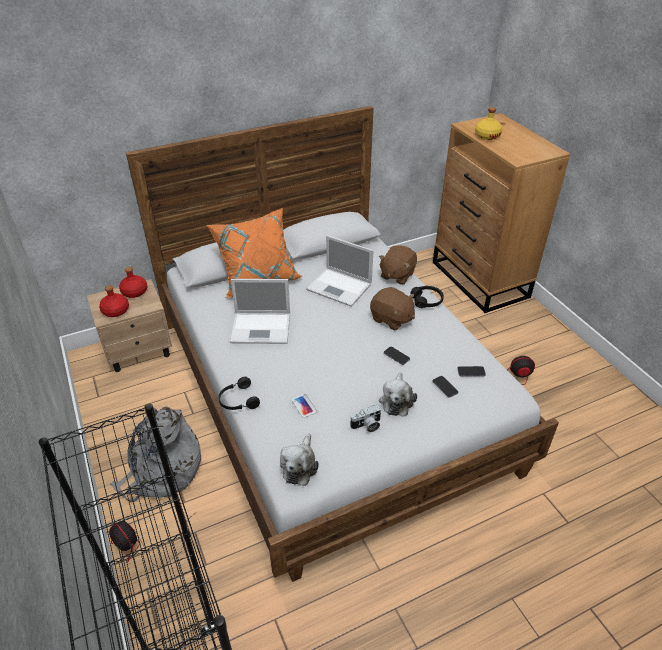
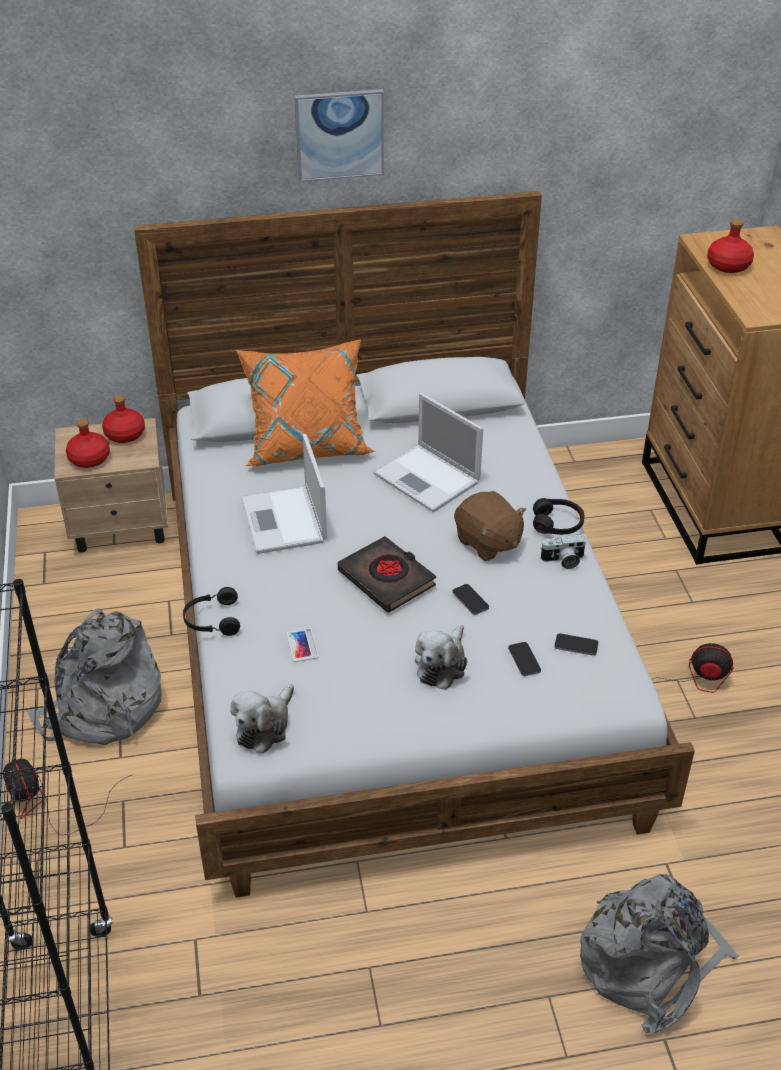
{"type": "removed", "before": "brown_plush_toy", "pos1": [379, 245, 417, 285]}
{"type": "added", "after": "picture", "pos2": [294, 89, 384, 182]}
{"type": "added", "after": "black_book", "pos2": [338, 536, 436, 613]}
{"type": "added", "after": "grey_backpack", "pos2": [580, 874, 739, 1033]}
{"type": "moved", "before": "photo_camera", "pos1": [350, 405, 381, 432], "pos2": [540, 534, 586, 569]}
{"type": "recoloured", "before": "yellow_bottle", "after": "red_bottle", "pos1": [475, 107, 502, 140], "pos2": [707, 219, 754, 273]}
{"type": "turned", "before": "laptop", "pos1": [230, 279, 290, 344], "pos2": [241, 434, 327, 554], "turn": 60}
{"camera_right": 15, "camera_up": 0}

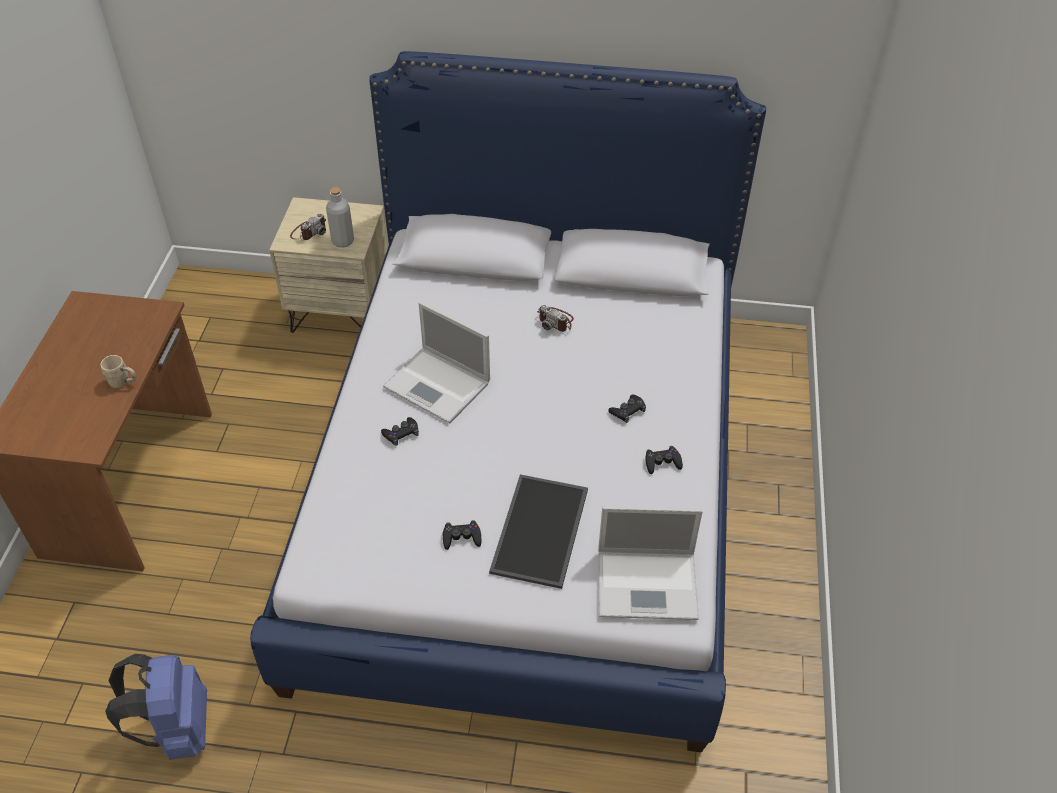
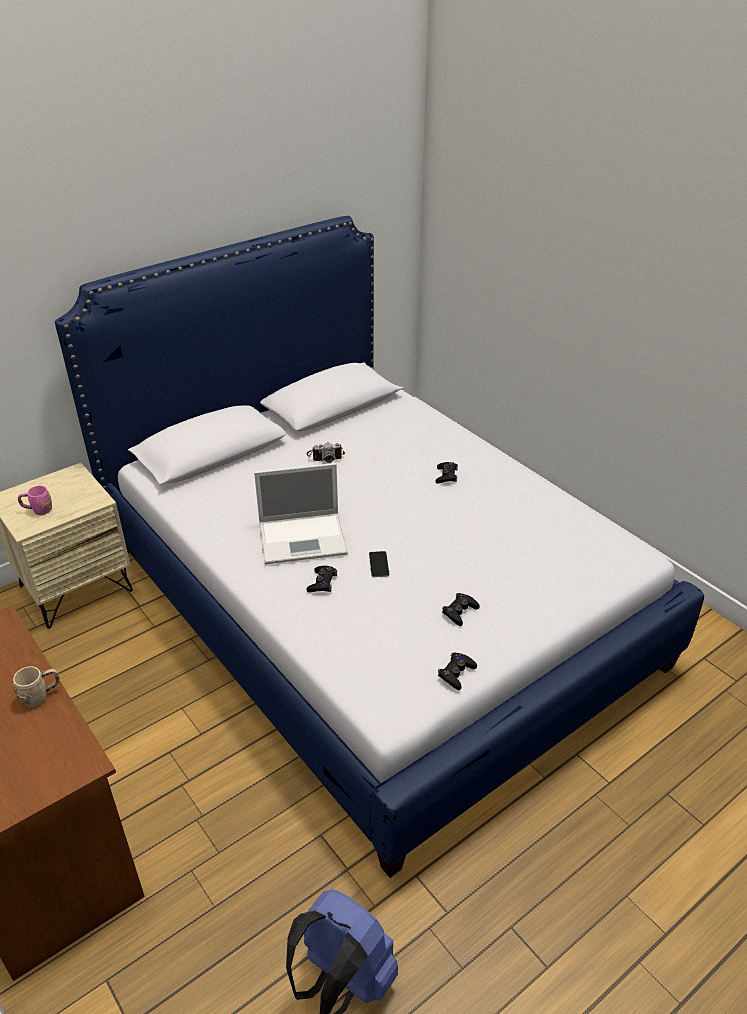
{"type": "removed", "before": "grey_bottle", "pos1": [326, 187, 354, 248]}
{"type": "removed", "before": "tray", "pos1": [489, 474, 588, 589]}
{"type": "removed", "before": "laptop", "pos1": [598, 506, 703, 620]}
{"type": "added", "after": "phone", "pos2": [369, 551, 389, 577]}
{"type": "moved", "before": "black_game_controller", "pos1": [645, 446, 683, 474], "pos2": [438, 652, 477, 690]}
{"type": "replaced", "before": "photo_camera", "after": "pink_mug", "pos1": [290, 213, 326, 240], "pos2": [18, 486, 52, 515]}
{"camera_right": -45, "camera_up": -10}

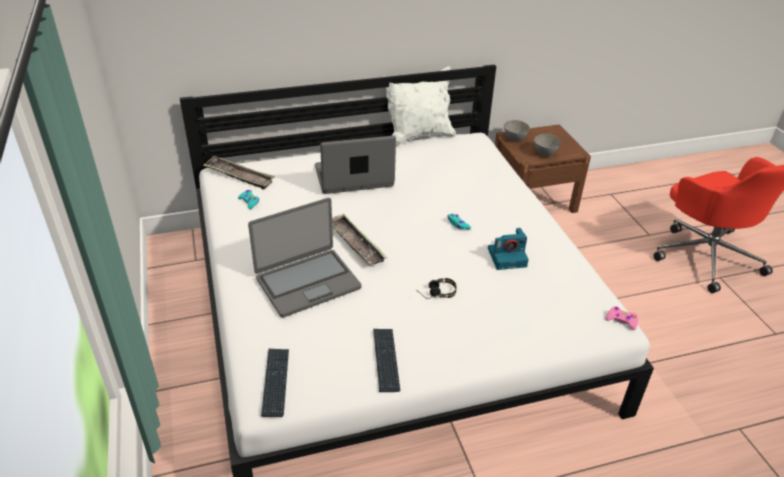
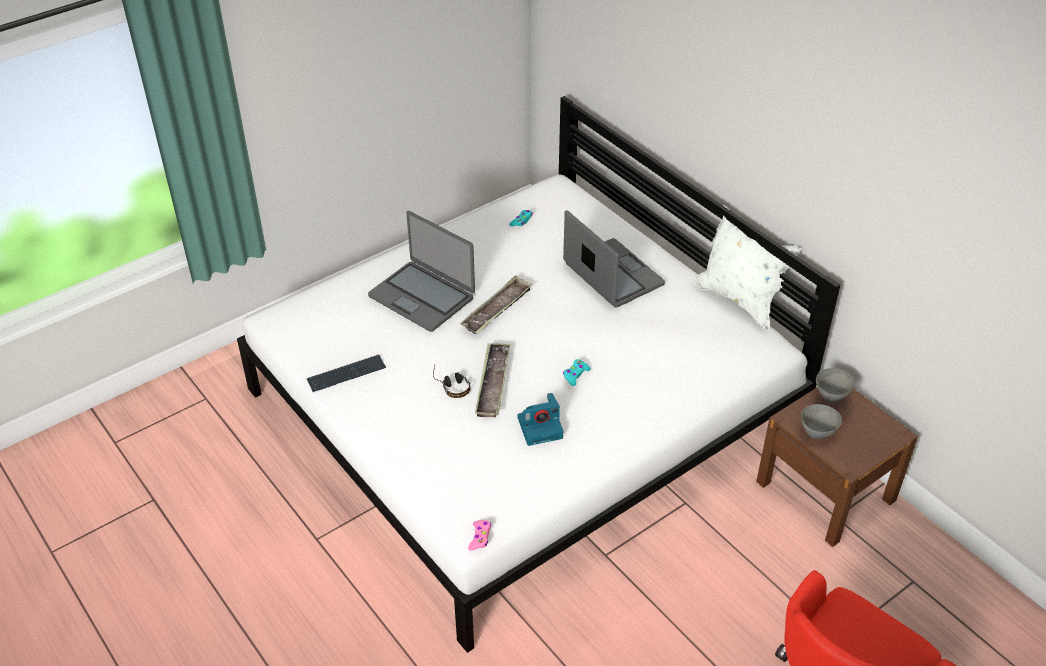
{"type": "removed", "before": "keyboard", "pos1": [261, 349, 289, 417]}
{"type": "moved", "before": "tray", "pos1": [203, 156, 275, 190], "pos2": [475, 343, 510, 417]}
{"type": "turned", "before": "photo_camera", "pos1": [488, 228, 529, 270], "pos2": [517, 393, 563, 446], "turn": -75}
{"camera_right": 70, "camera_up": 5}

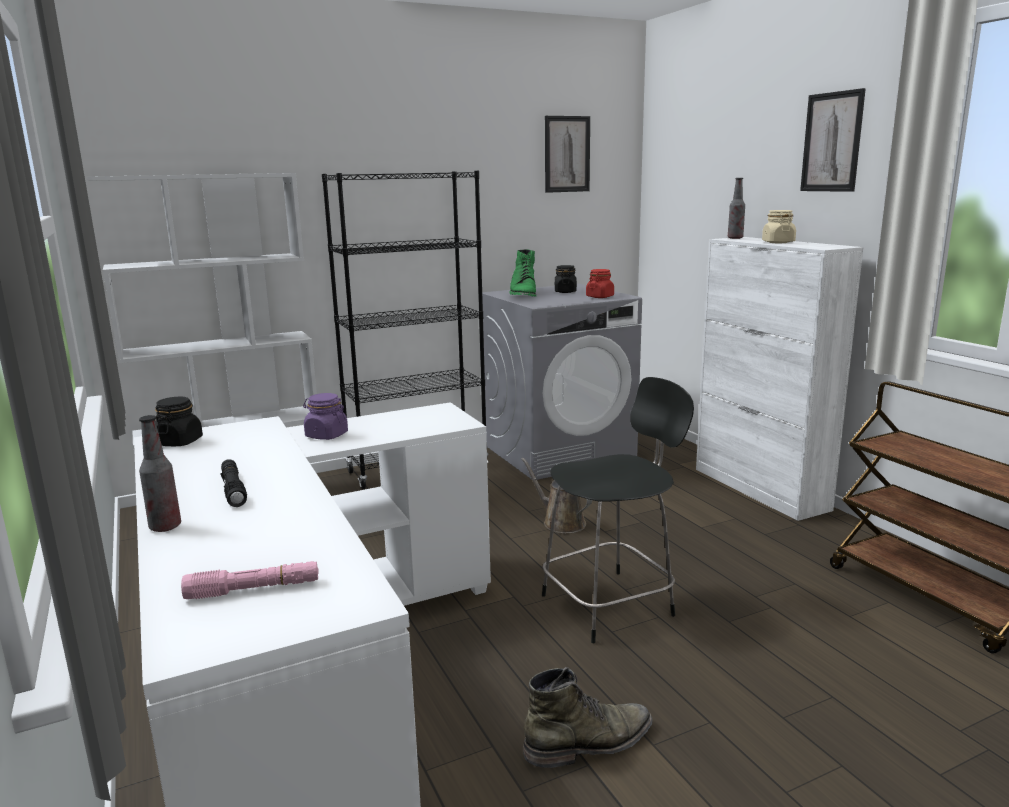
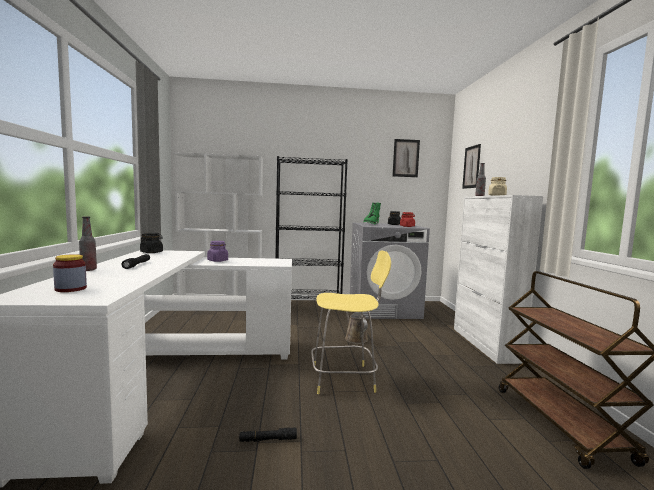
{"type": "moved", "before": "picture", "pos1": [800, 88, 866, 192], "pos2": [462, 144, 481, 189]}
{"type": "replaced", "before": "pink_flashlight", "after": "jar", "pos1": [181, 561, 319, 599], "pos2": [53, 254, 87, 292]}
{"type": "replaced", "before": "green_boot", "after": "black_flashlight", "pos1": [523, 667, 652, 768], "pos2": [239, 427, 297, 442]}
{"type": "recoloured", "before": "black_stool", "after": "yellow_stool", "pos1": [542, 377, 694, 643], "pos2": [311, 251, 391, 394]}
{"camera_right": 20, "camera_up": -10}

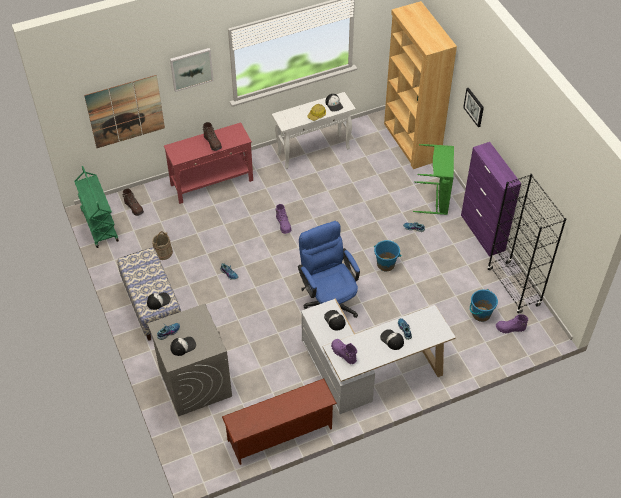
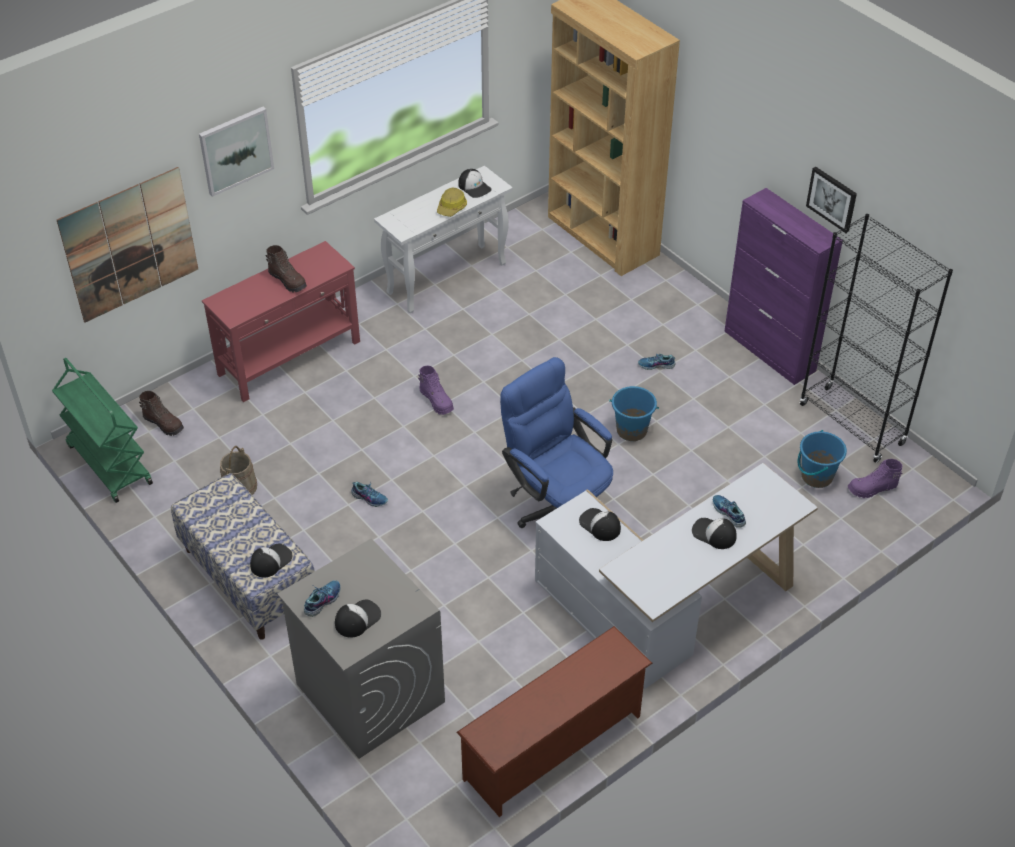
{"type": "removed", "before": "purple_boot", "pos1": [331, 339, 357, 364]}
{"type": "removed", "before": "green_laundry_basket", "pos1": [413, 144, 454, 215]}
{"type": "moved", "before": "picture", "pos1": [463, 88, 484, 127], "pos2": [806, 167, 857, 233]}
{"camera_right": -15, "camera_up": -5}

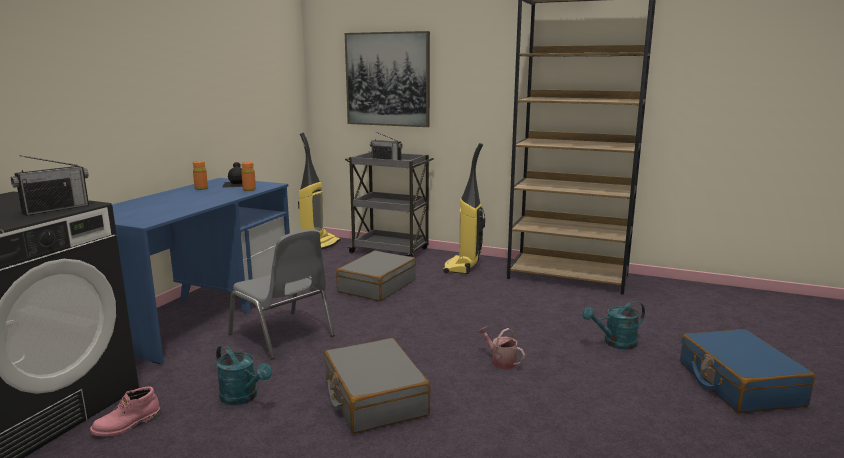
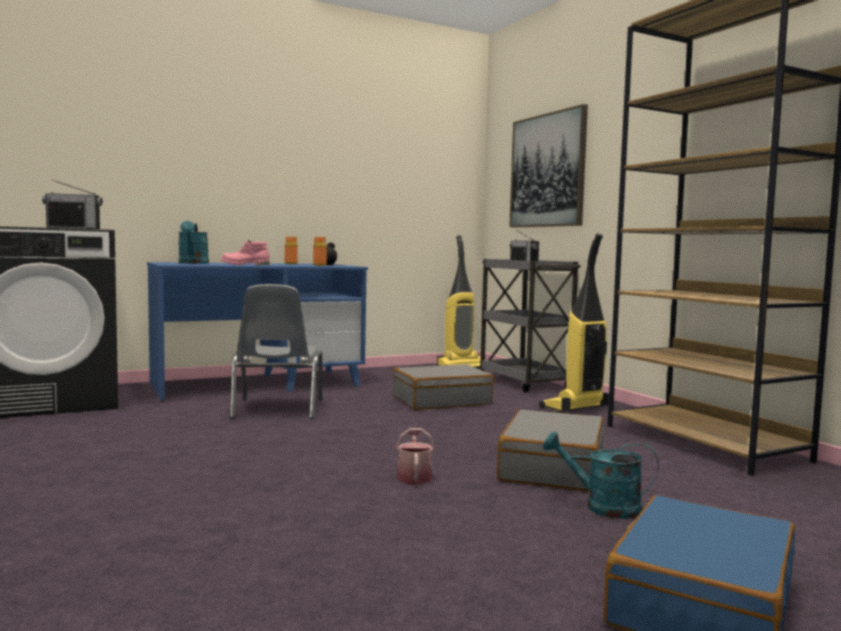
{"type": "moved", "before": "pink_boot", "pos1": [90, 387, 160, 436], "pos2": [221, 240, 270, 265]}
{"type": "moved", "before": "turquoise_watering_can", "pos1": [216, 345, 272, 405], "pos2": [179, 221, 209, 264]}
{"type": "moved", "before": "grey_suitcase", "pos1": [324, 338, 431, 434], "pos2": [497, 409, 604, 492]}
{"camera_right": 40, "camera_up": -10}

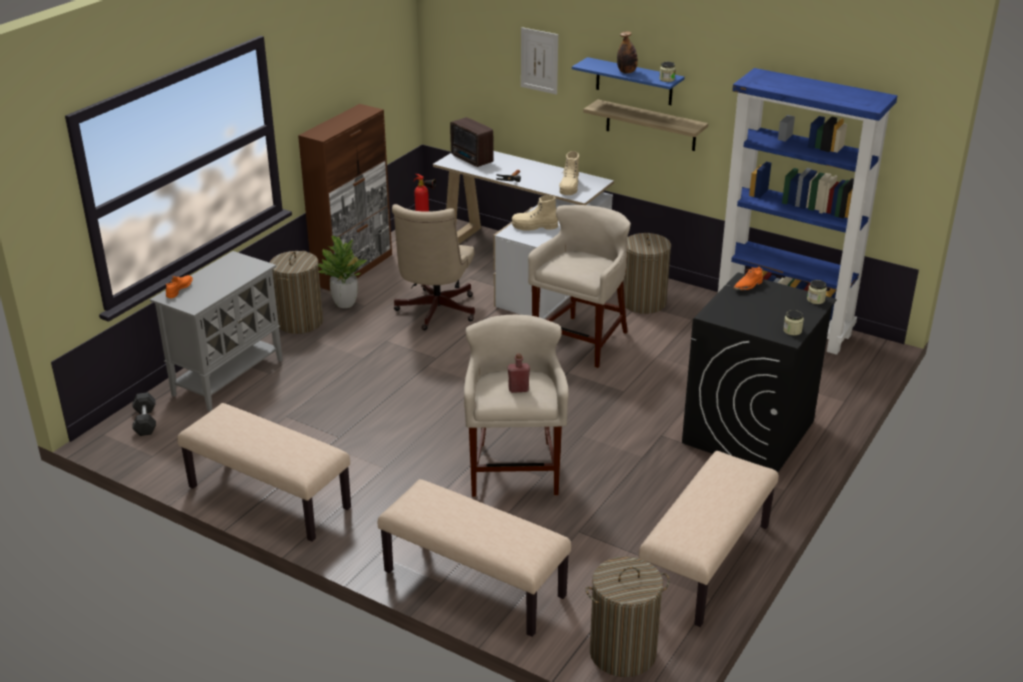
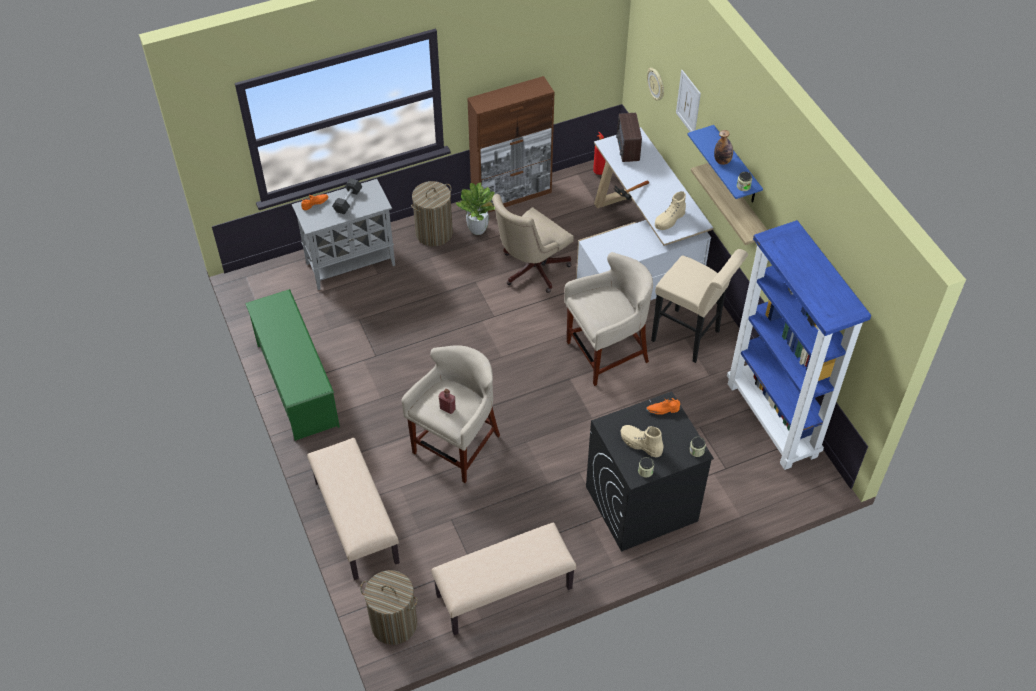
{"type": "added", "after": "wall_clock", "pos2": [647, 68, 664, 100]}
{"type": "moved", "before": "grey_dumbbell", "pos1": [133, 392, 156, 436], "pos2": [332, 178, 363, 214]}
{"type": "moved", "before": "beige_boot", "pos1": [512, 195, 558, 231], "pos2": [621, 425, 663, 457]}
{"type": "replaced", "before": "beige_bench", "after": "green_shoe_rack", "pos1": [177, 403, 351, 542], "pos2": [245, 289, 340, 441]}
{"type": "replaced", "before": "laundry_basket", "after": "beige_stool", "pos1": [623, 232, 671, 314], "pos2": [651, 249, 748, 363]}
{"camera_right": 35, "camera_up": 20}

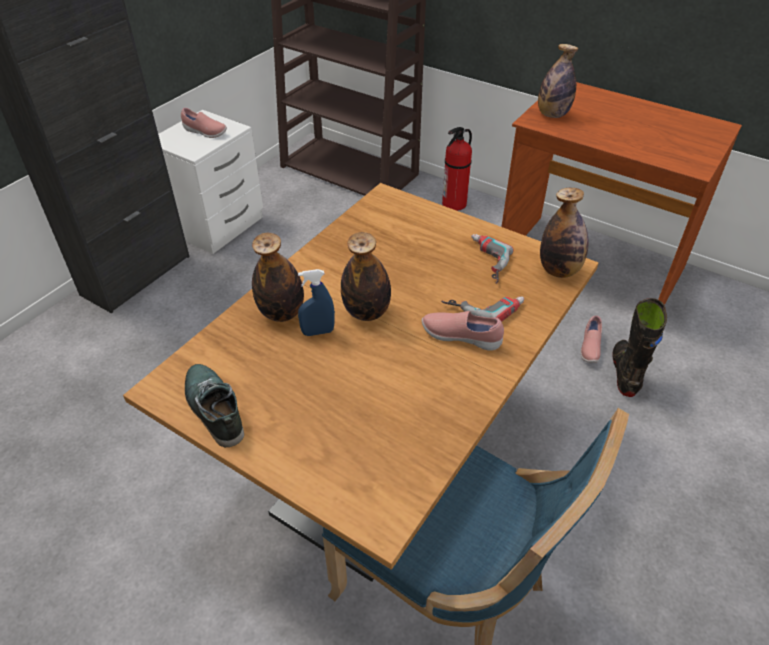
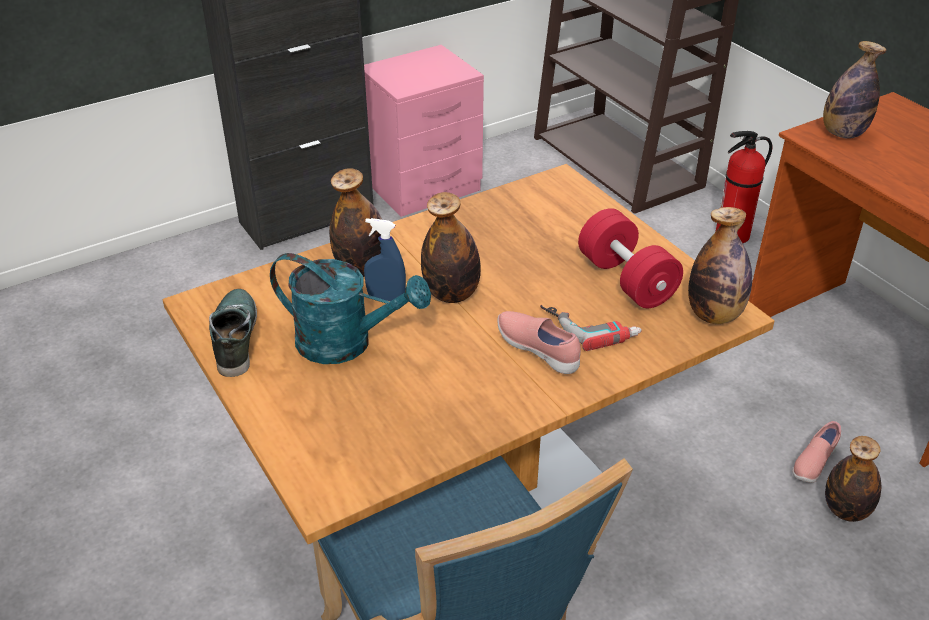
{"type": "removed", "before": "pink_shoe", "pos1": [181, 108, 227, 138]}
{"type": "added", "after": "turquoise_watering_can", "pos2": [270, 253, 431, 364]}
{"type": "replaced", "before": "power_drill", "after": "red_dumbbell", "pos1": [471, 234, 513, 284], "pos2": [578, 208, 683, 308]}
{"type": "replaced", "before": "black_boot", "after": "bottle", "pos1": [613, 298, 667, 397], "pos2": [825, 436, 881, 522]}
{"type": "recoloured", "before": "white_nightstand", "after": "pink_nightstand", "pos1": [158, 110, 263, 254], "pos2": [364, 45, 484, 217]}
{"camera_right": 25, "camera_up": -5}

